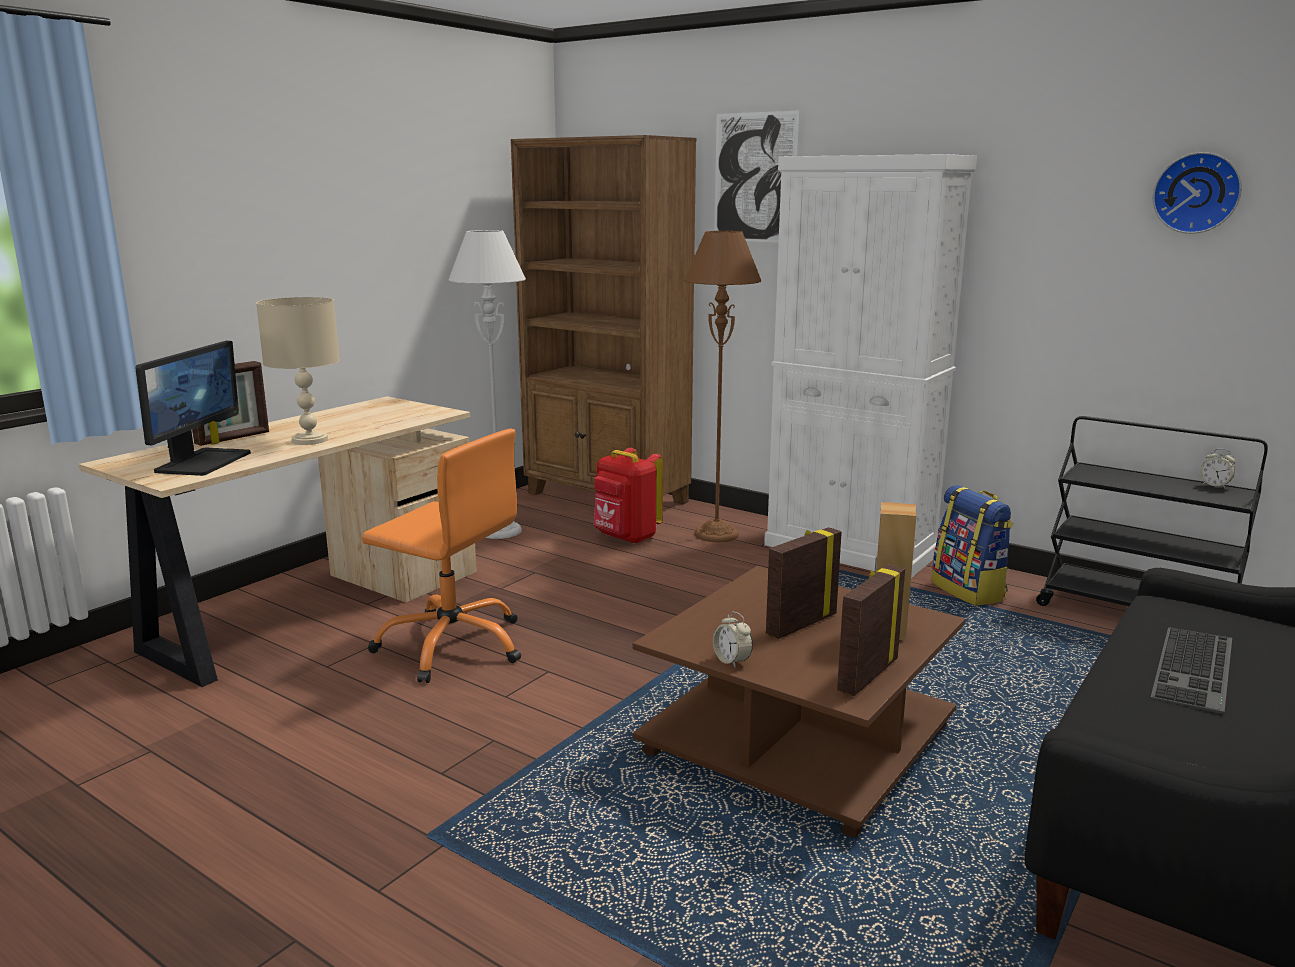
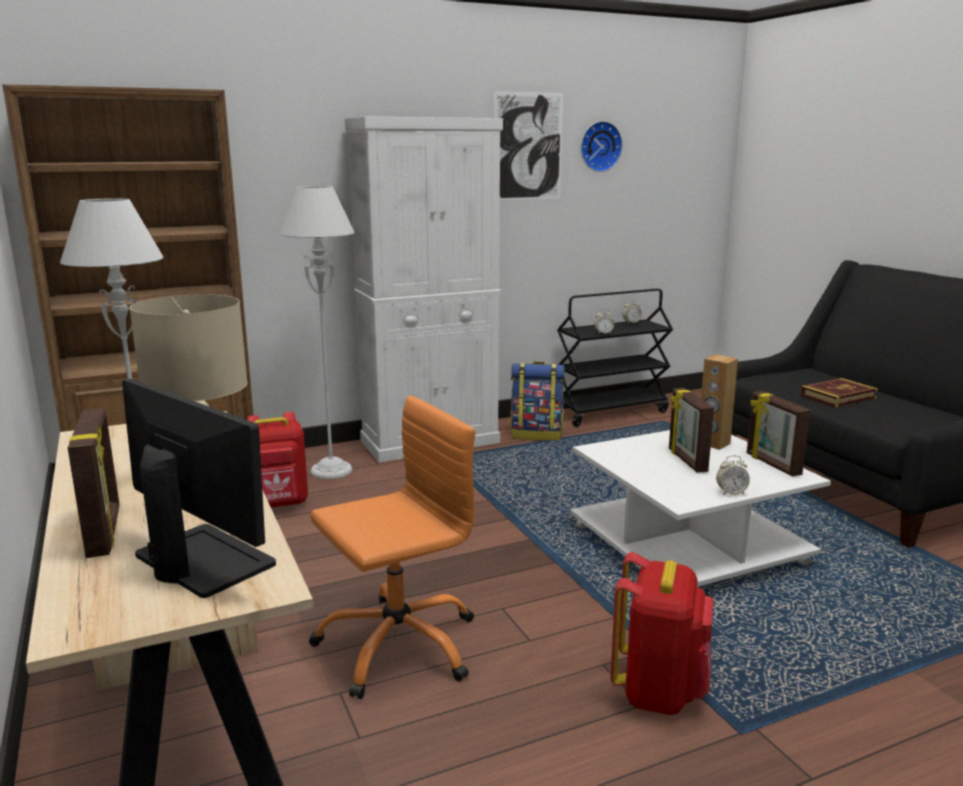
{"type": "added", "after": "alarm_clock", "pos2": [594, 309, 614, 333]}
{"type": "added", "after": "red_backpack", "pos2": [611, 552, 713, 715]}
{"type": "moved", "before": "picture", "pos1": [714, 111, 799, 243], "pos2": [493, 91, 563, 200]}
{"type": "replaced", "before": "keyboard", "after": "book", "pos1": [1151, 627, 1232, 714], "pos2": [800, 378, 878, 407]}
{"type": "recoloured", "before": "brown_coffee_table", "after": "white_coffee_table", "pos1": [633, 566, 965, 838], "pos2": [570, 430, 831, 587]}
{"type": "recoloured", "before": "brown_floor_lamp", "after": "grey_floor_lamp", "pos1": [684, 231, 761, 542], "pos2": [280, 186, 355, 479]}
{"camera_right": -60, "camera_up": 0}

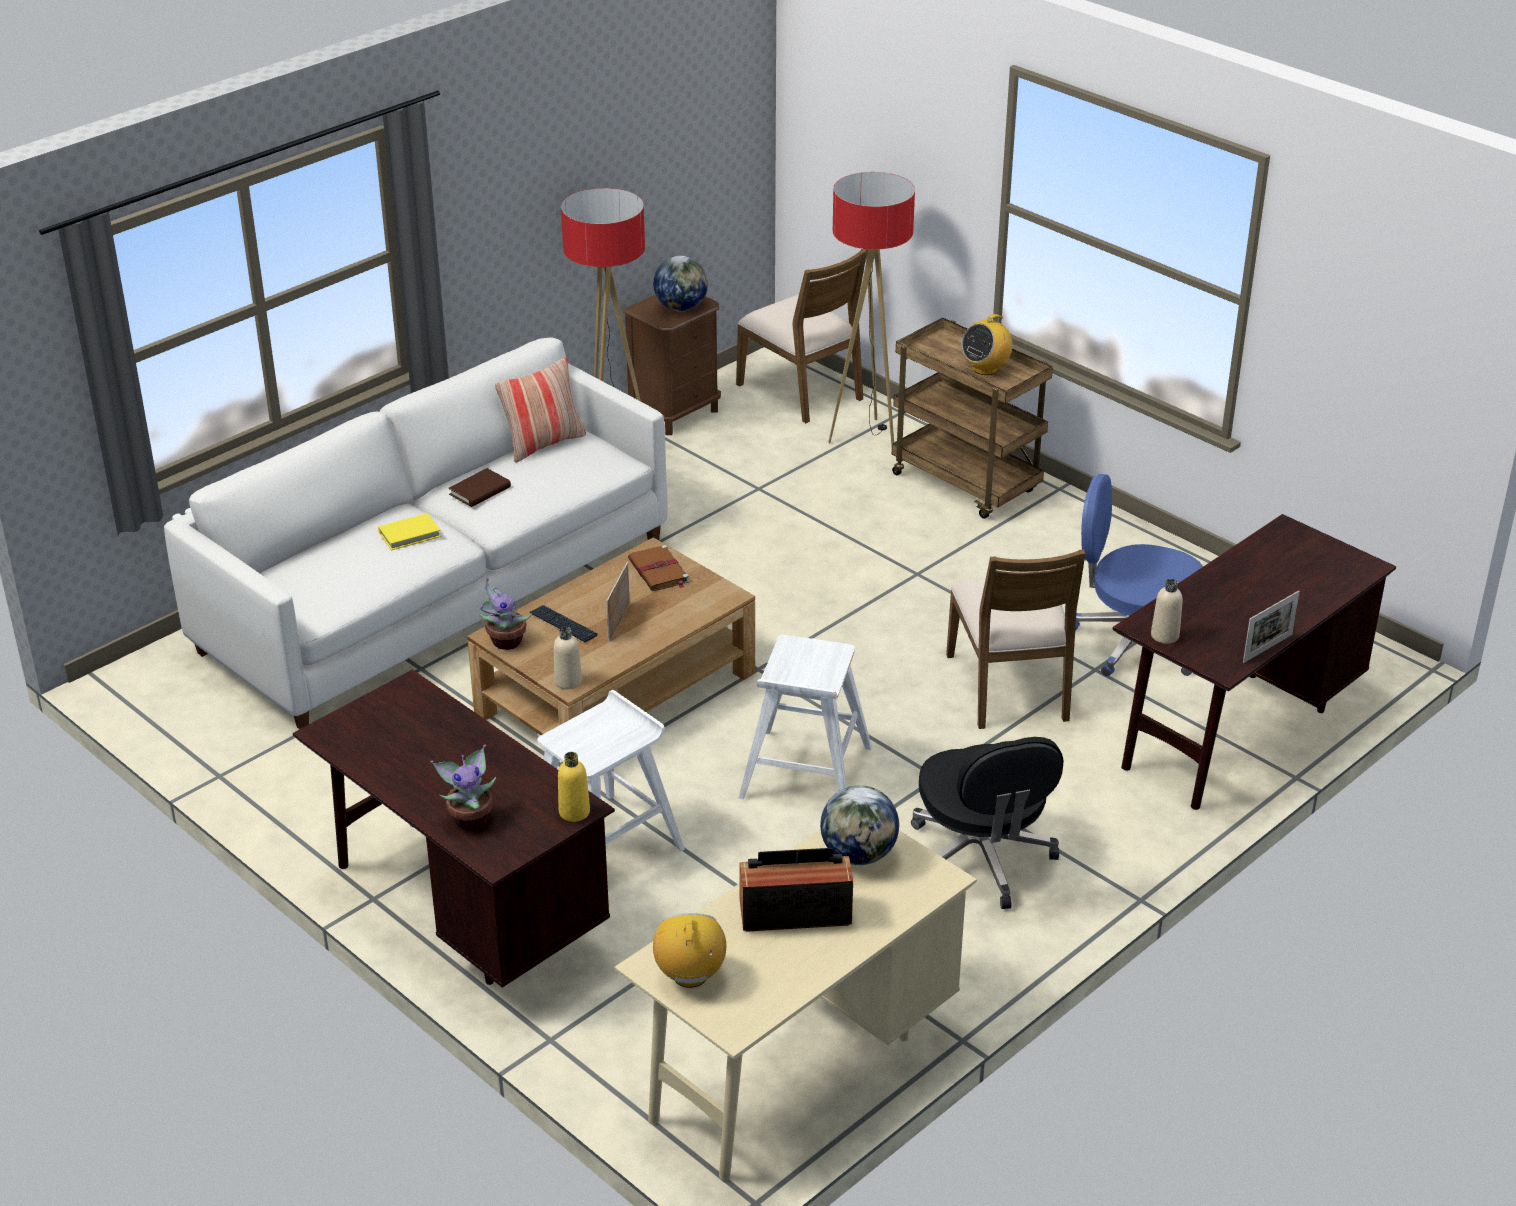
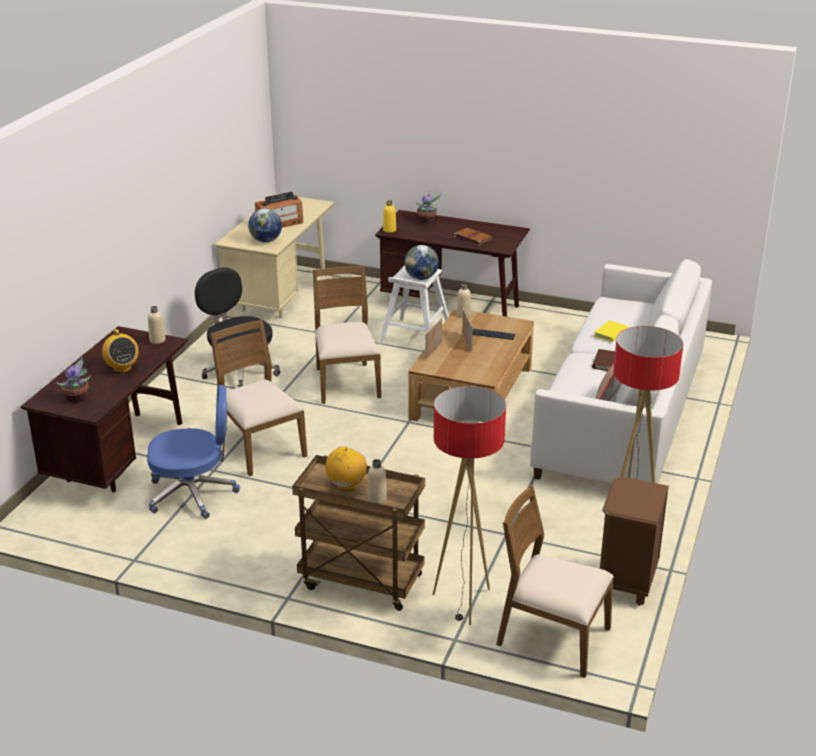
{"type": "added", "after": "beige_bottle", "pos2": [367, 459, 387, 504]}
{"type": "moved", "before": "potted_plant", "pos1": [478, 578, 532, 650], "pos2": [56, 355, 91, 403]}
{"type": "moved", "before": "brown_book", "pos1": [628, 545, 689, 591], "pos2": [454, 228, 493, 246]}
{"type": "moved", "before": "globe", "pos1": [653, 256, 708, 311], "pos2": [404, 245, 439, 280]}
{"type": "moved", "before": "radio", "pos1": [653, 913, 726, 988], "pos2": [102, 329, 139, 373]}
{"type": "moved", "before": "picture_frame", "pos1": [1243, 591, 1300, 663], "pos2": [425, 317, 442, 360]}
{"type": "replaced", "before": "white_stool", "after": "brown_chair", "pos1": [739, 635, 872, 799], "pos2": [313, 266, 381, 404]}
{"camera_right": 155, "camera_up": -5}

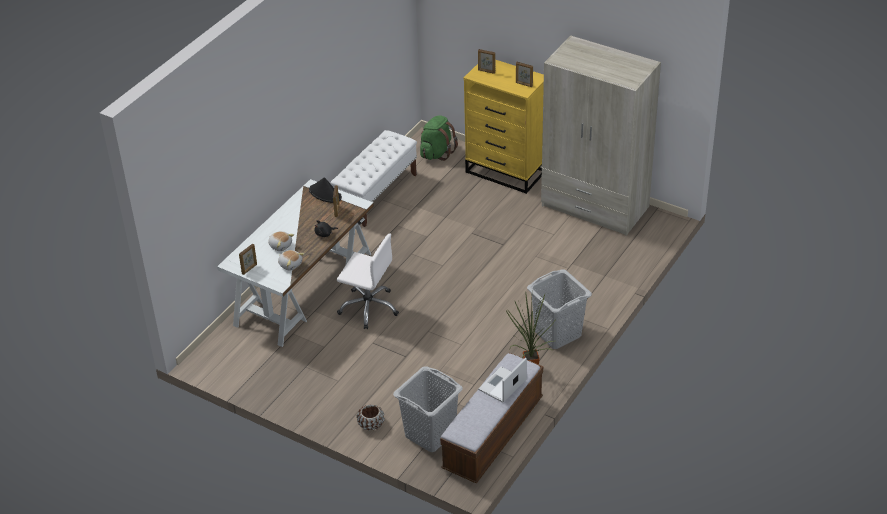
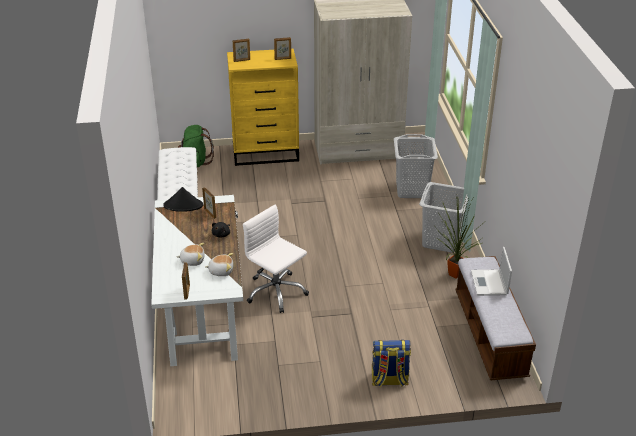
{"type": "moved", "before": "grey_laundry_basket", "pos1": [393, 366, 463, 452], "pos2": [394, 134, 438, 198]}
{"type": "replaced", "before": "brown_planter", "after": "backpack", "pos1": [356, 404, 385, 431], "pos2": [372, 340, 411, 387]}
{"type": "turned", "before": "white_office_chair", "pos1": [337, 233, 399, 329], "pos2": [243, 204, 309, 313], "turn": -120}
{"camera_right": -40, "camera_up": -5}

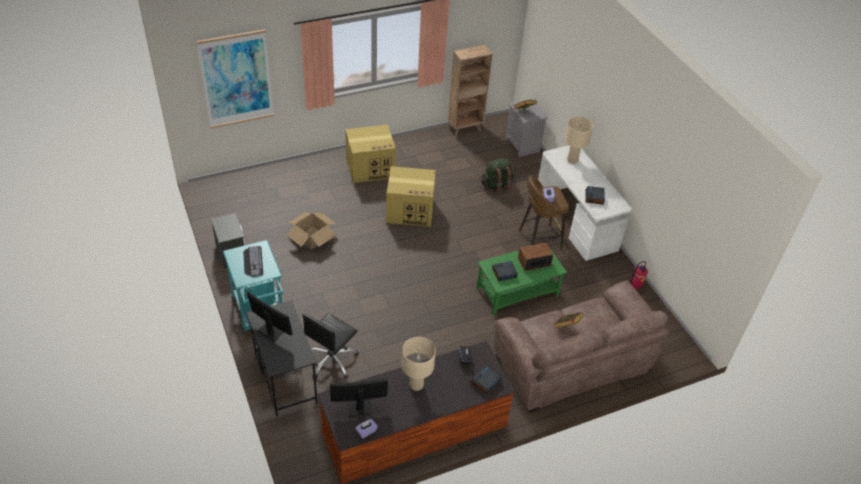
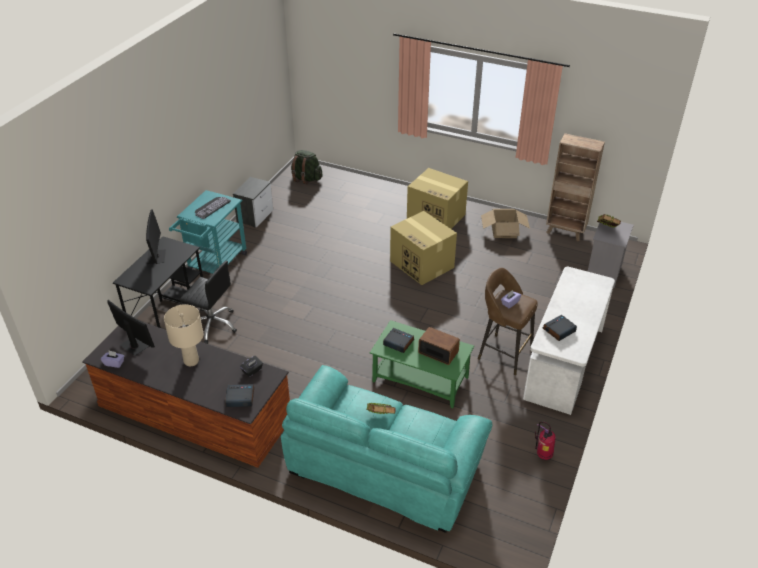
{"type": "removed", "before": "picture", "pos1": [196, 29, 274, 128]}
{"type": "removed", "before": "beige_table_lamp", "pos1": [565, 117, 593, 164]}
{"type": "moved", "before": "cardboard_box", "pos1": [286, 213, 336, 249], "pos2": [481, 209, 530, 238]}
{"type": "moved", "before": "green_backpack", "pos1": [481, 158, 514, 193], "pos2": [291, 150, 322, 184]}
{"type": "recoloured", "before": "brown_sofa", "after": "turquoise_sofa", "pos1": [494, 280, 669, 412], "pos2": [281, 365, 493, 533]}
{"type": "turned", "before": "black_office_chair", "pos1": [302, 313, 359, 379], "pos2": [180, 261, 237, 344], "turn": -150}
{"camera_right": 50, "camera_up": -5}

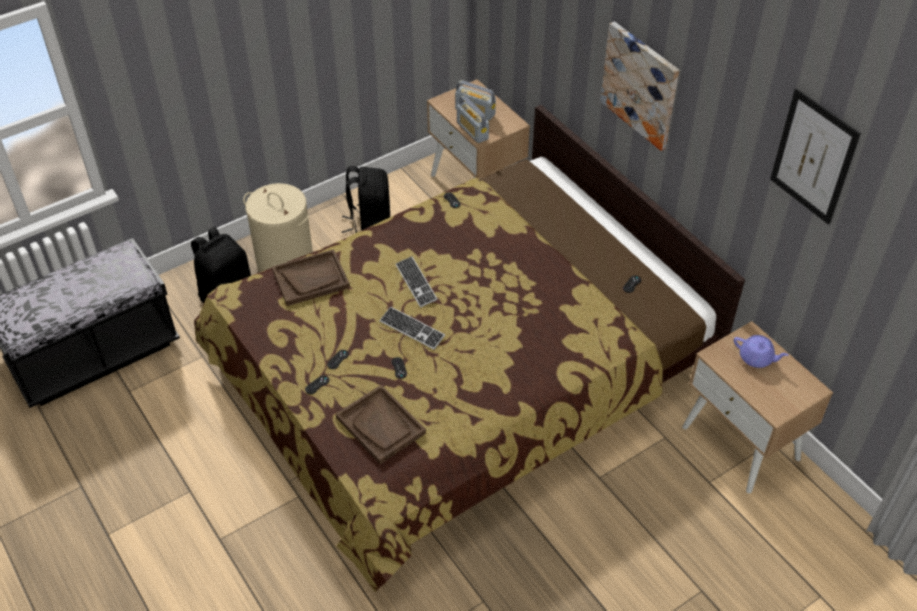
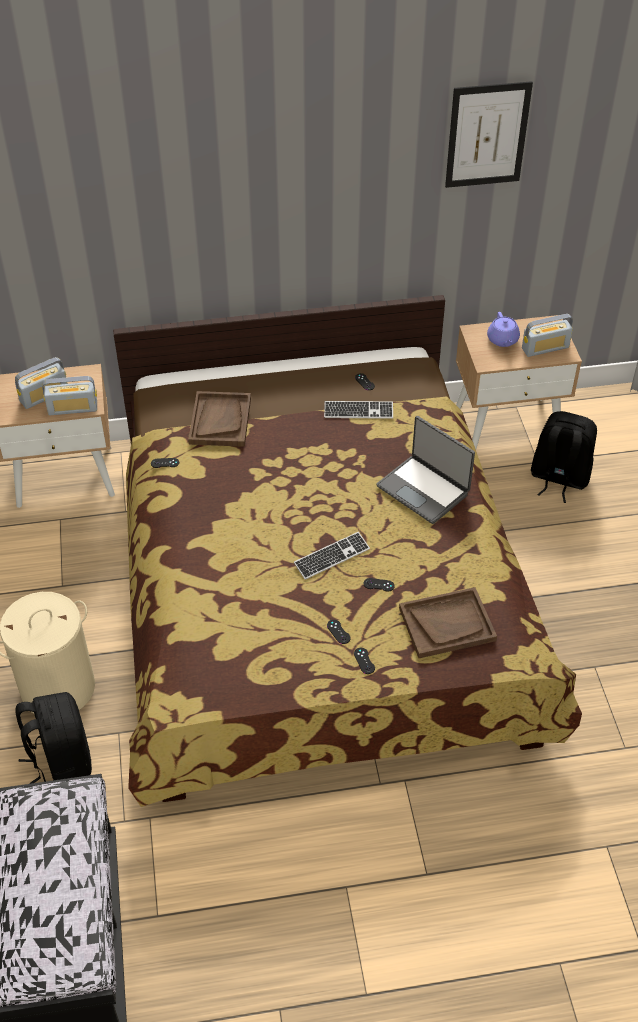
{"type": "removed", "before": "picture", "pos1": [600, 22, 679, 151]}
{"type": "added", "after": "laptop", "pos2": [376, 416, 475, 524]}
{"type": "added", "after": "radio", "pos2": [522, 314, 573, 357]}
{"type": "moved", "before": "brown_tray", "pos1": [272, 249, 350, 306], "pos2": [188, 391, 251, 447]}
{"type": "moved", "before": "black_backpack", "pos1": [342, 166, 390, 233], "pos2": [531, 411, 597, 503]}
{"type": "moved", "before": "keyboard", "pos1": [396, 256, 438, 308], "pos2": [324, 401, 393, 419]}
{"type": "turned", "before": "purple_teapot", "pos1": [734, 335, 789, 368], "pos2": [487, 312, 520, 347], "turn": 120}
{"camera_right": -65, "camera_up": 0}

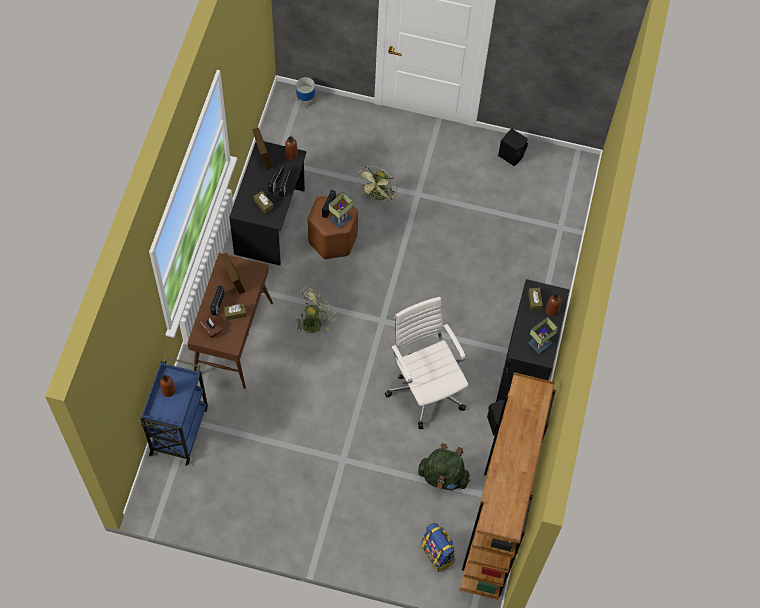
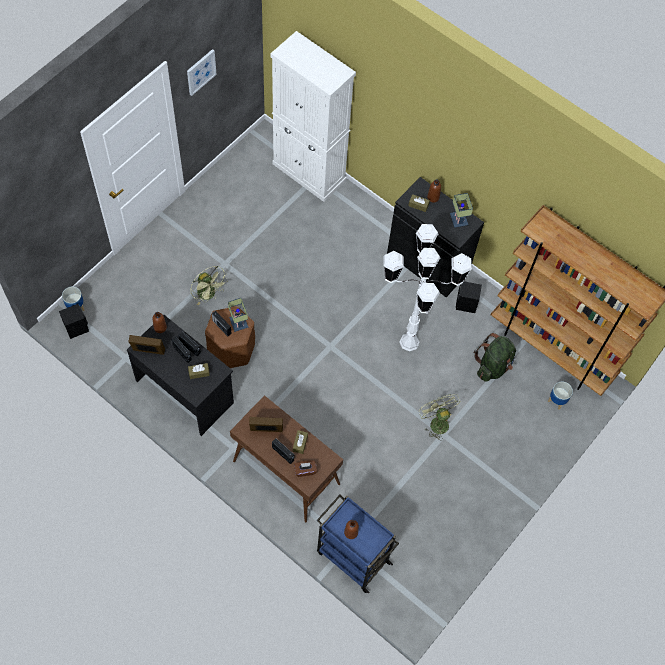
{"type": "added", "after": "picture", "pos2": [187, 49, 217, 96]}
{"type": "added", "after": "white_cabinet", "pos2": [271, 31, 356, 202]}
{"type": "moved", "before": "green_fan", "pos1": [296, 287, 337, 333], "pos2": [419, 394, 461, 440]}
{"type": "moved", "before": "black_speaker", "pos1": [498, 128, 528, 166], "pos2": [59, 304, 89, 339]}
{"type": "replaced", "before": "white_office_chair", "after": "white_floor_lamp", "pos1": [385, 297, 468, 429], "pos2": [384, 224, 472, 352]}
{"type": "replaced", "before": "backpack", "after": "planter", "pos1": [421, 523, 456, 572], "pos2": [548, 382, 573, 410]}
{"camera_right": -65, "camera_up": 0}

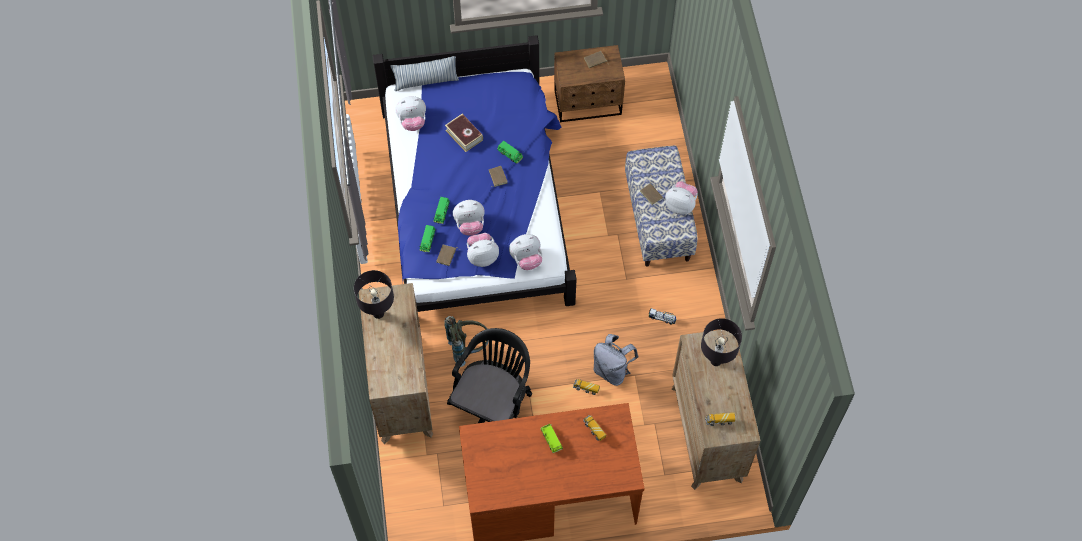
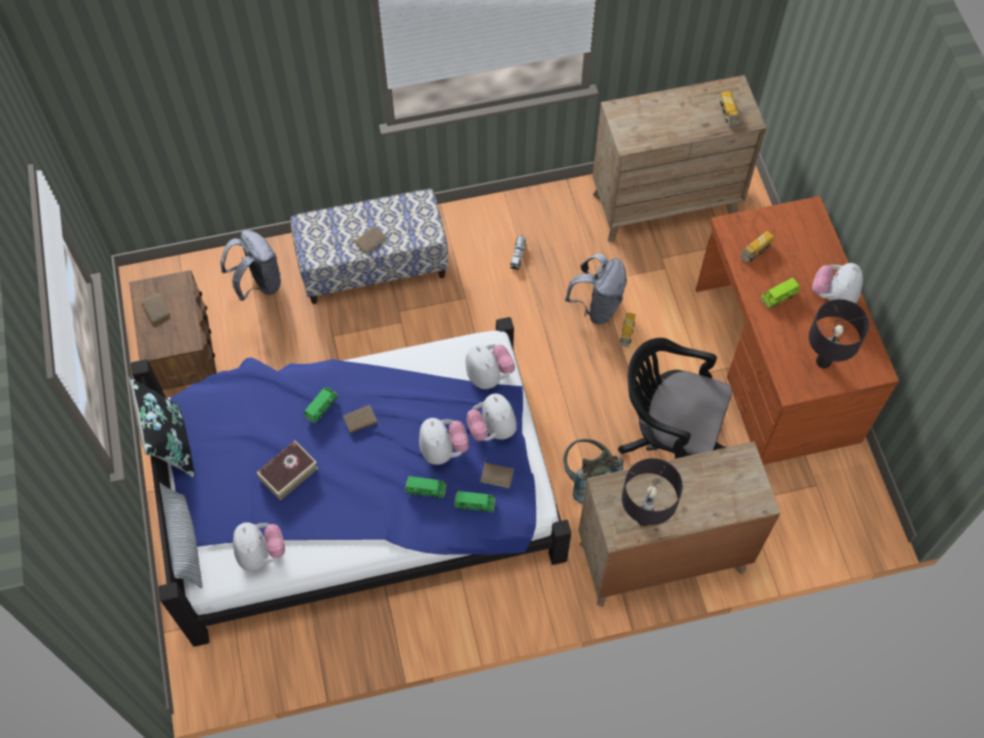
{"type": "added", "after": "black_pillow", "pos2": [129, 376, 195, 478]}
{"type": "added", "after": "grey_backpack", "pos2": [221, 230, 281, 301]}
{"type": "moved", "before": "plush_toy", "pos1": [665, 181, 698, 215], "pos2": [812, 263, 863, 304]}
{"type": "moved", "before": "black_table_lamp", "pos1": [701, 318, 742, 366], "pos2": [809, 299, 869, 368]}
{"camera_right": -95, "camera_up": 0}

